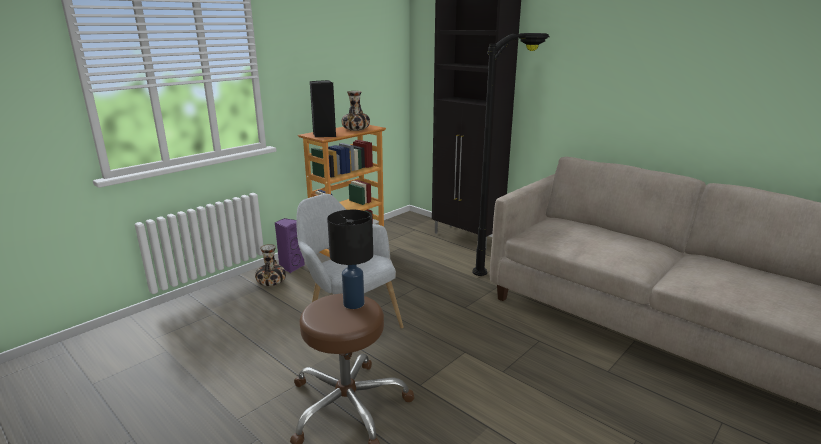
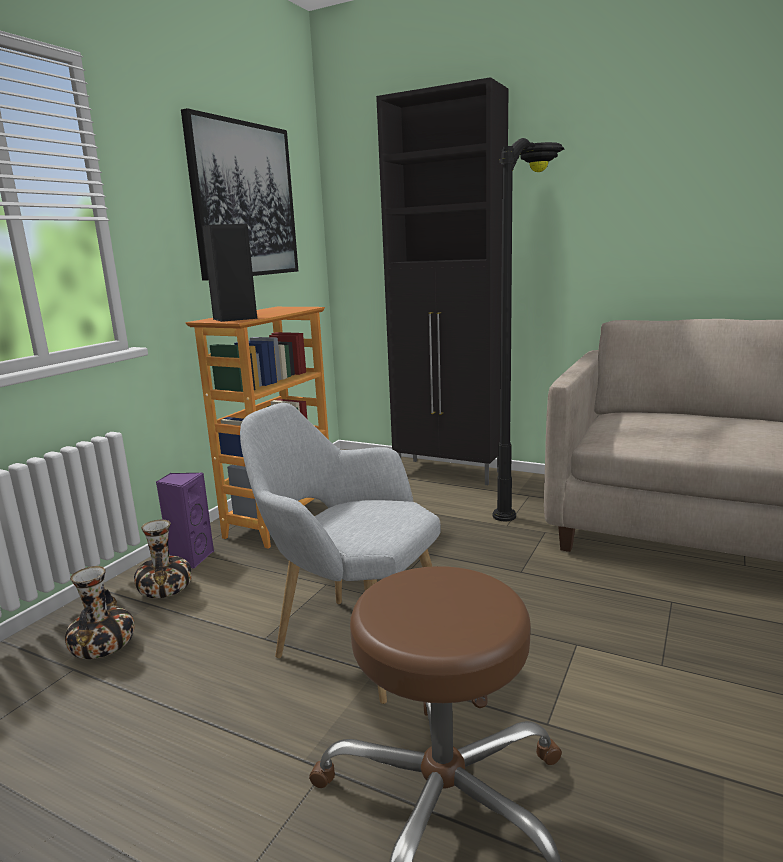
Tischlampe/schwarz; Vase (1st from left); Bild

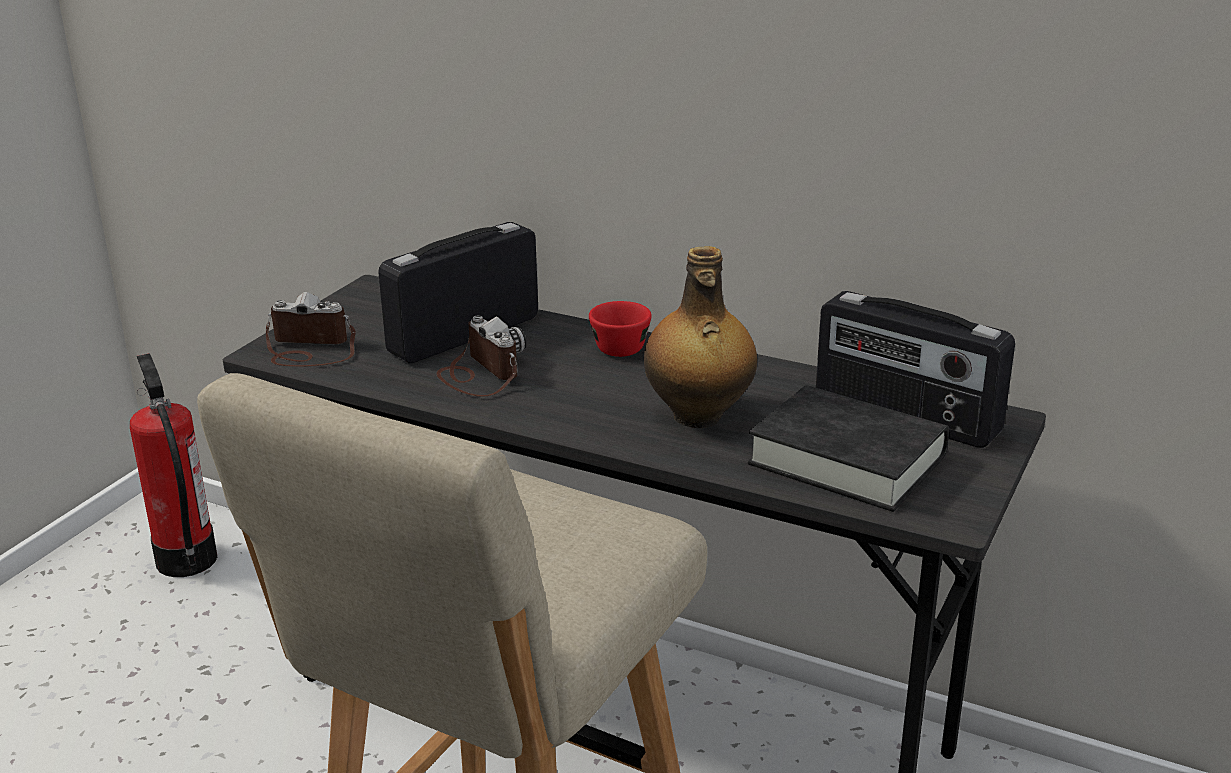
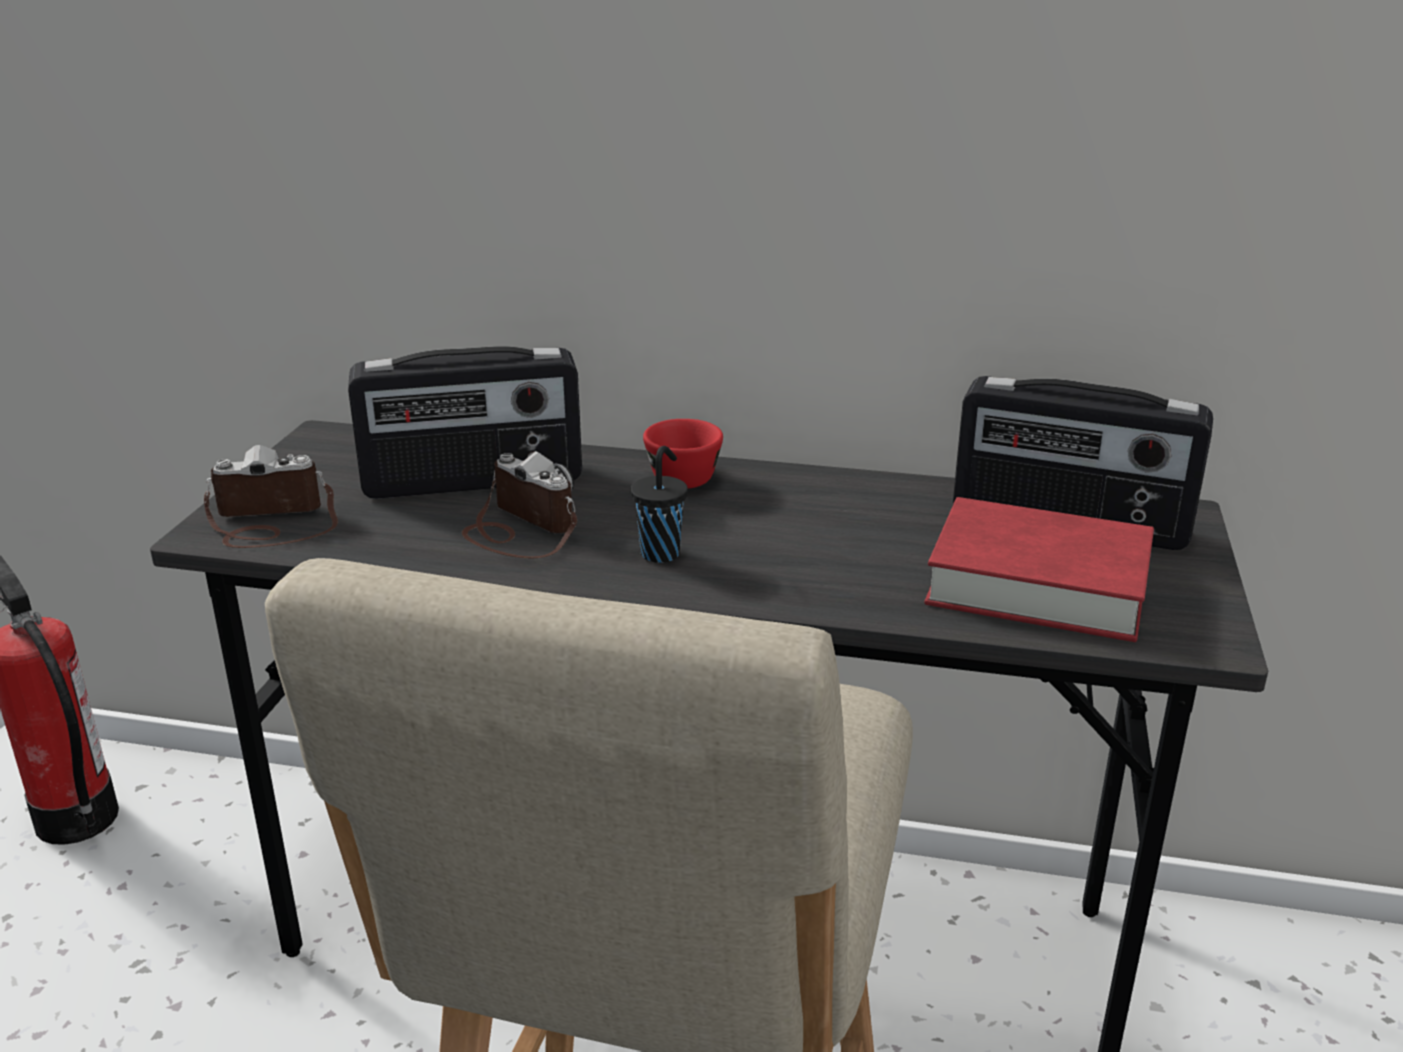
Radio (1st from left); Flasche; Buch/rot; Tasse/schwarz

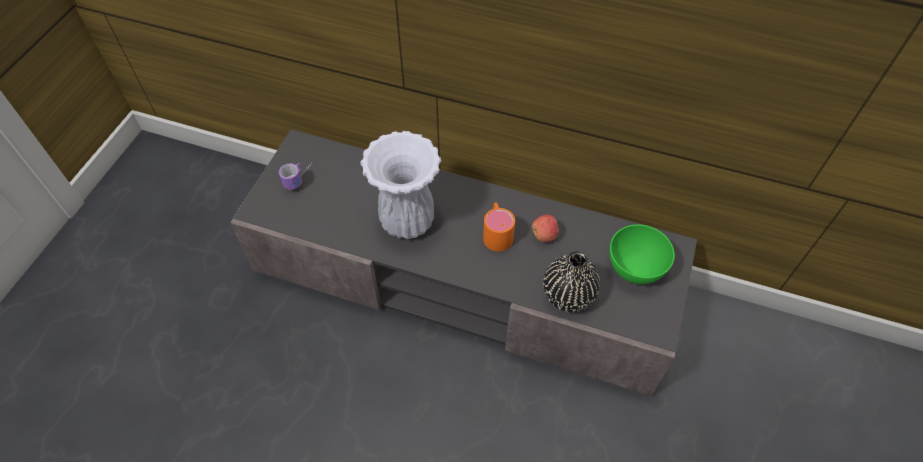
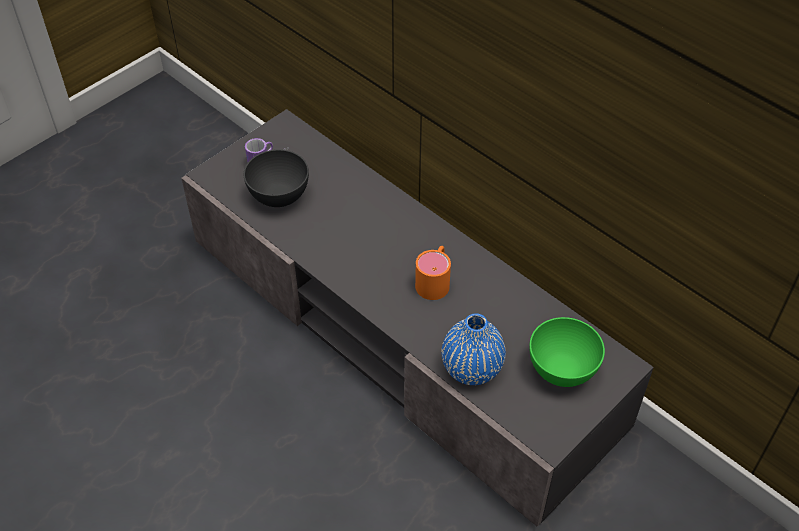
Vase/weiß; Apfel; Vase/blau; Schüssel/grau

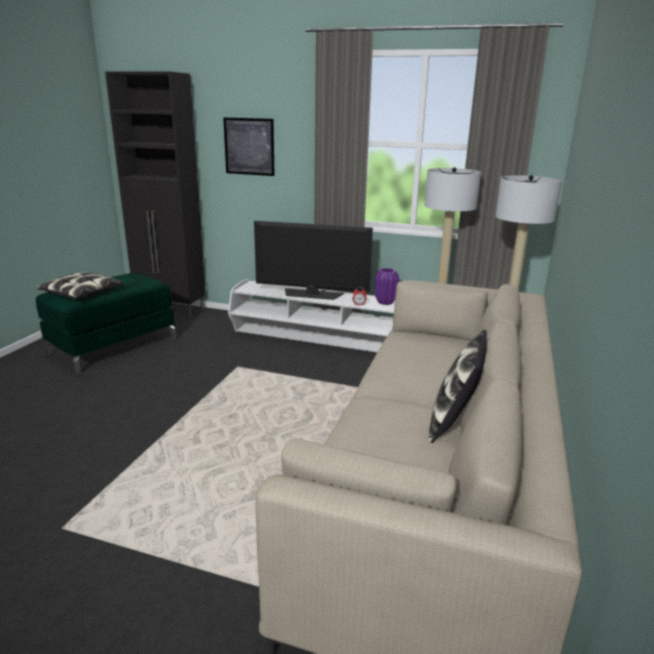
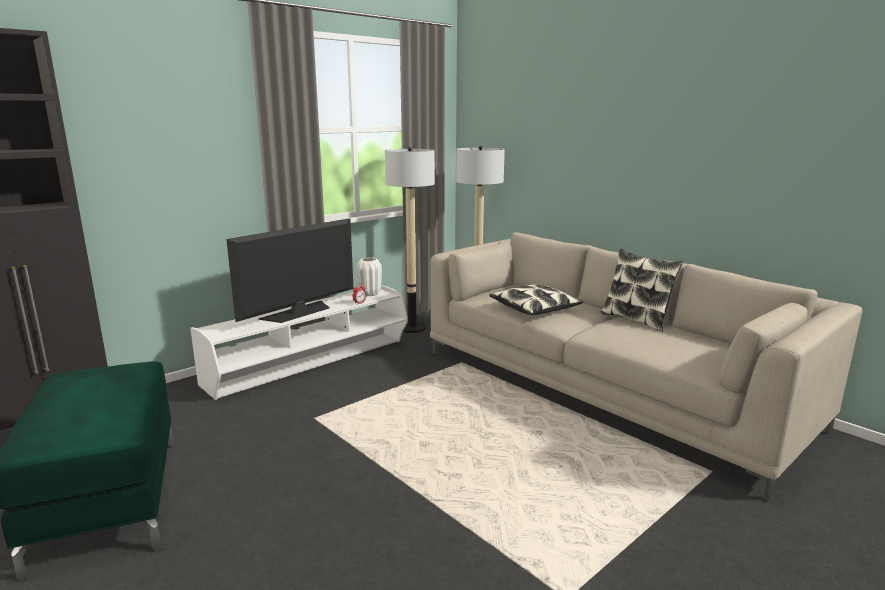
Kissen (1st from left); Bild; Vase/weiß

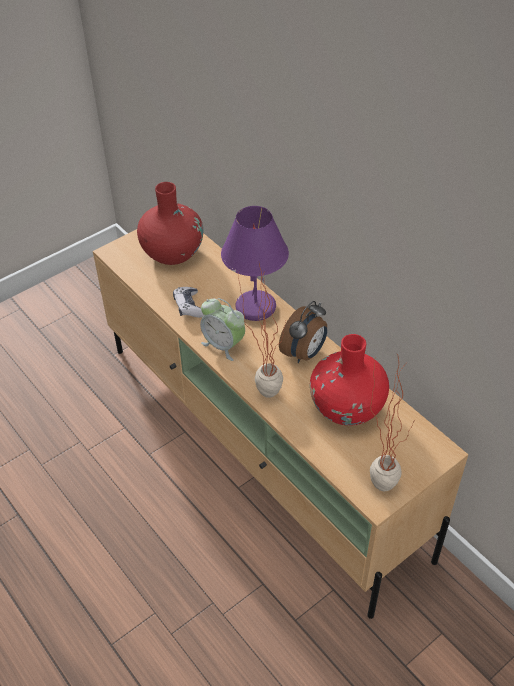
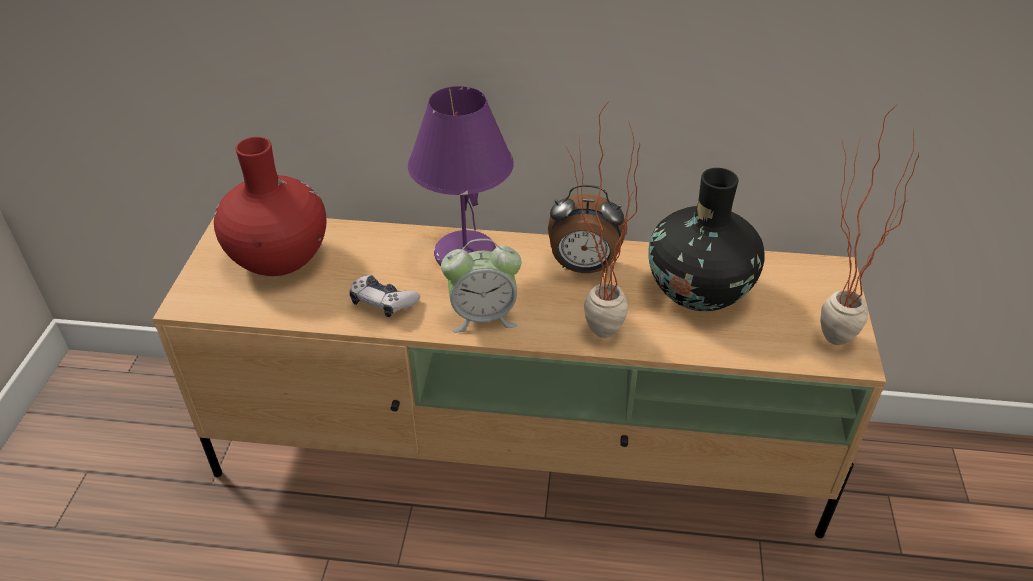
Wecker (2nd from left); Vase/schwarz

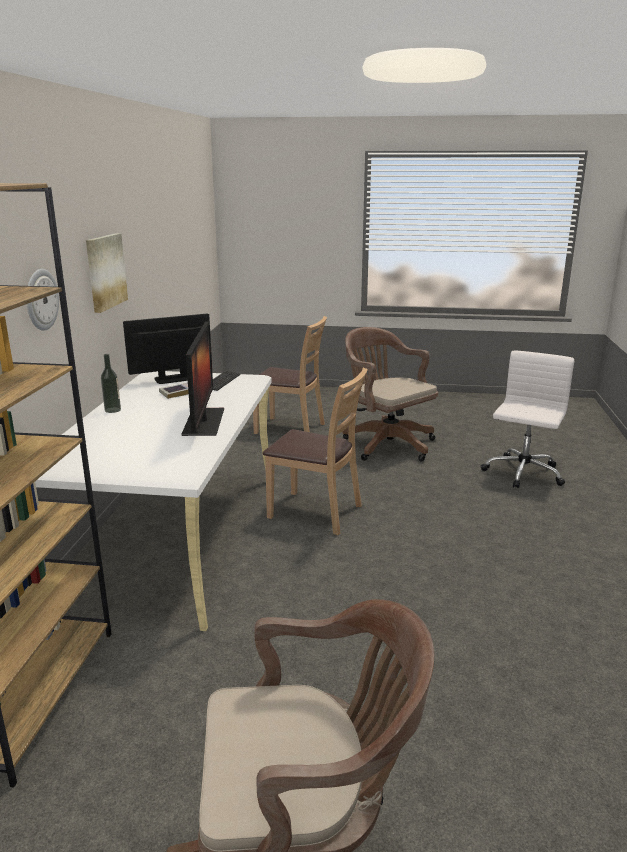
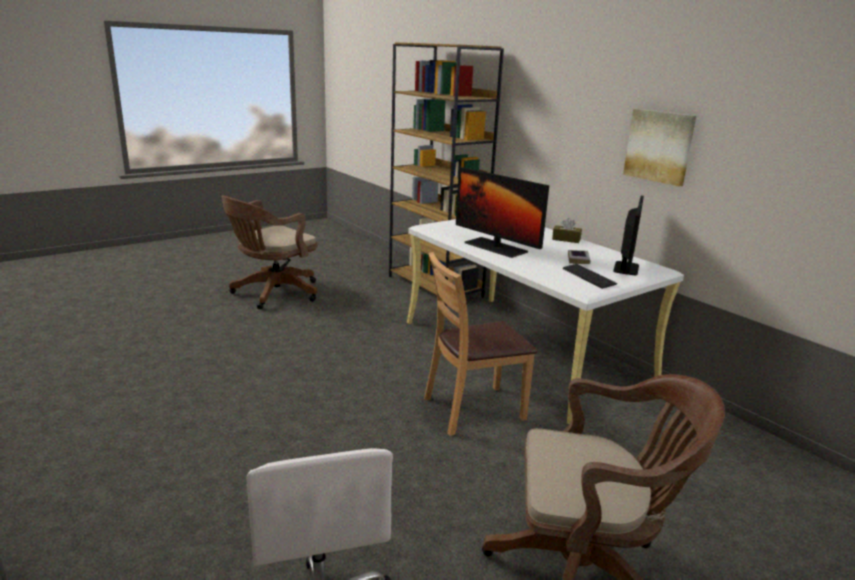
Wanduhr; Taschentuchbox/braun; Stuhl/braun (1st from left in the first image)

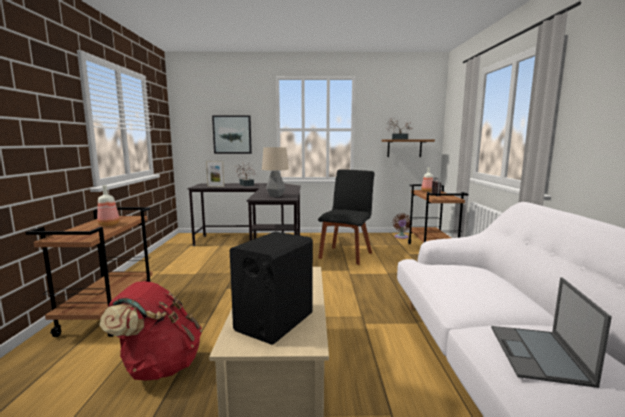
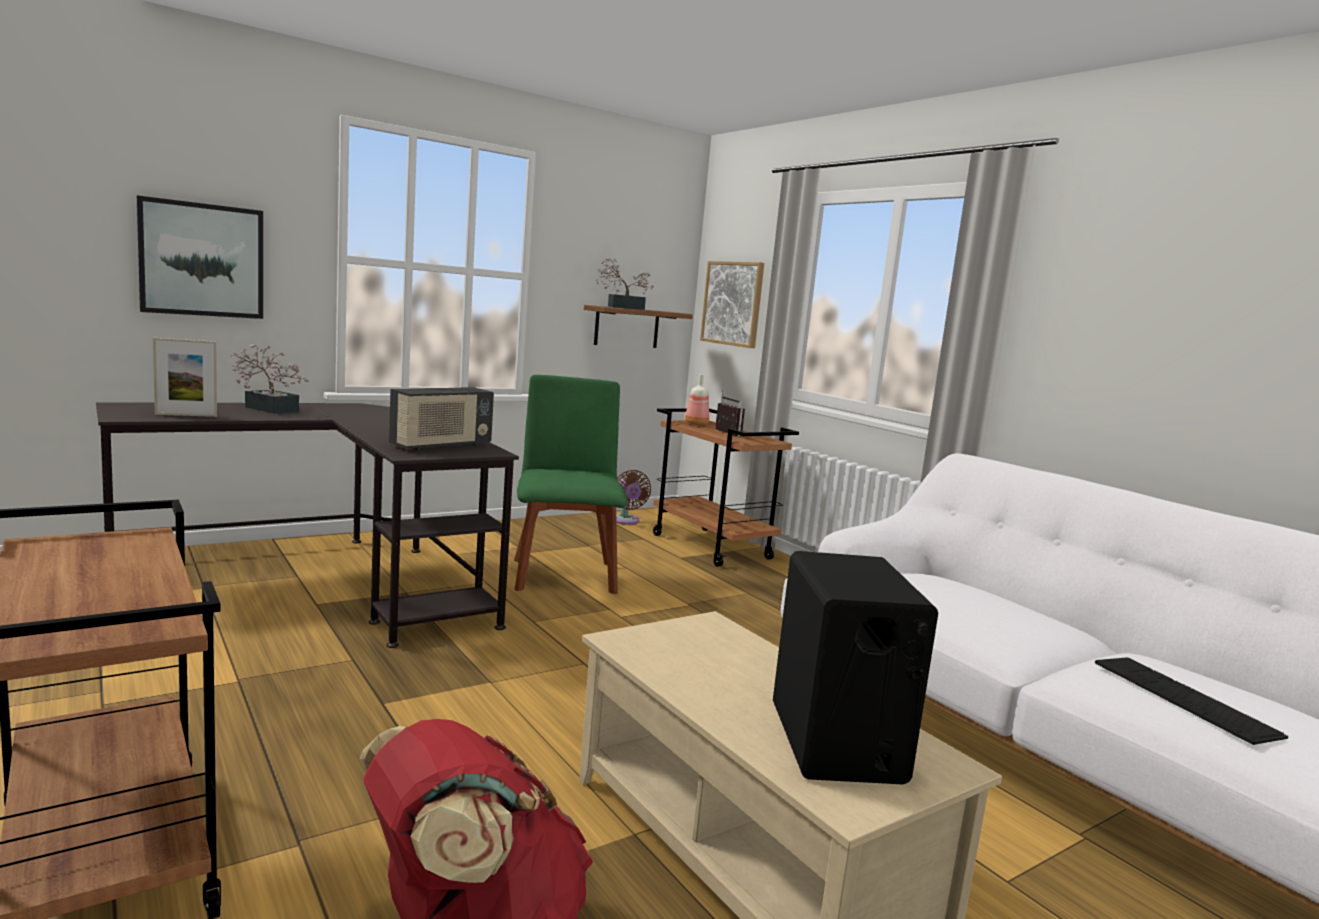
Flasche (1st from left in the first image); Radio (1st from left); Stuhl/grün; Tastatur; Bild (2nd from left)

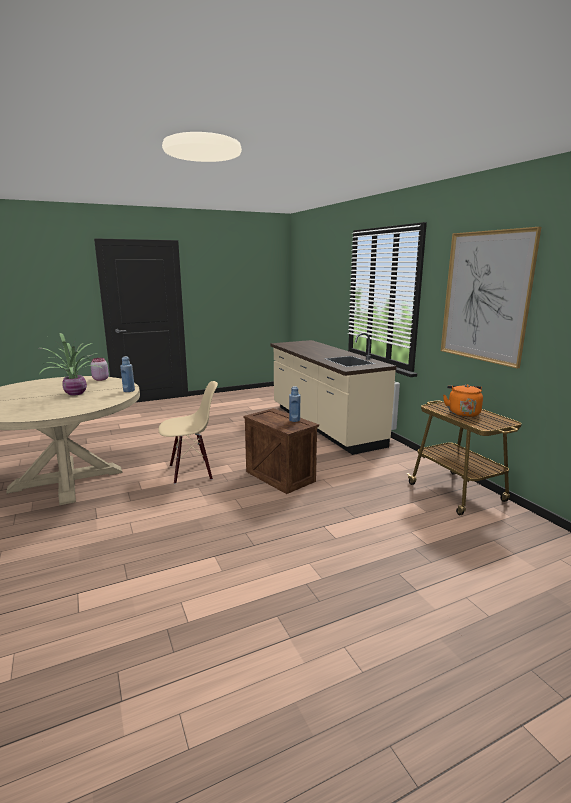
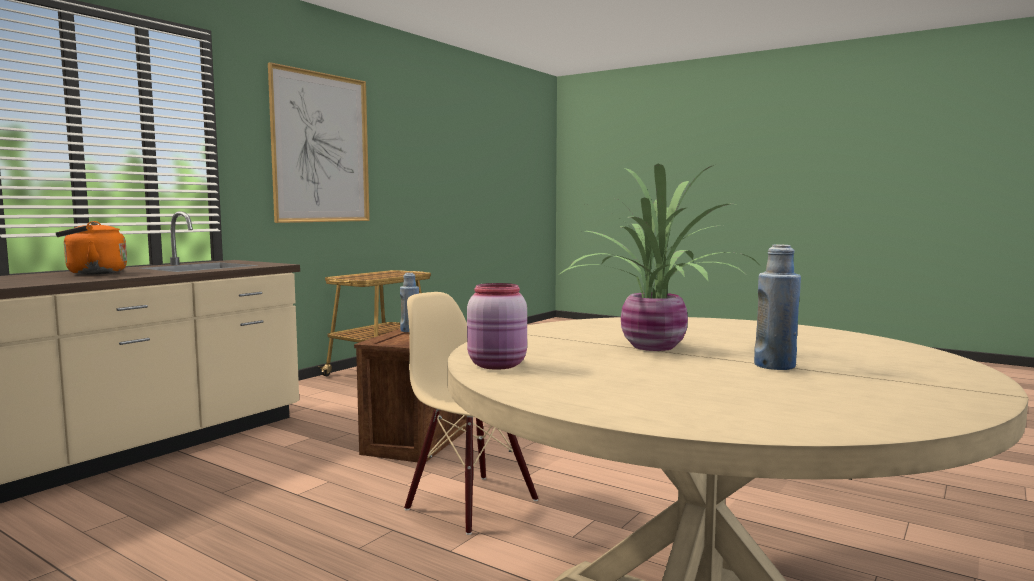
Flasche/blau (2nd from left); Wasserkessel/orange

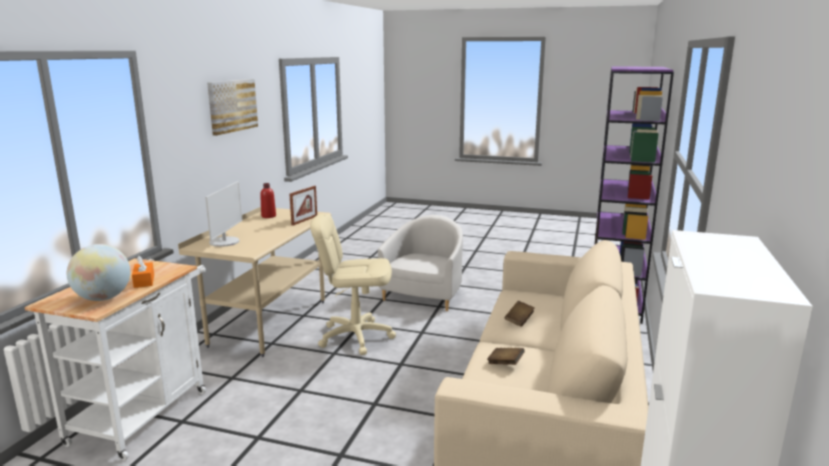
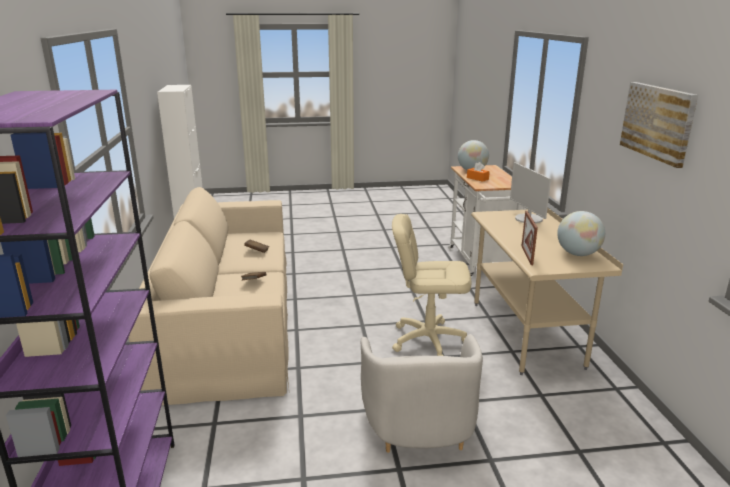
Globus (2nd from left); Bürostuhl/beige

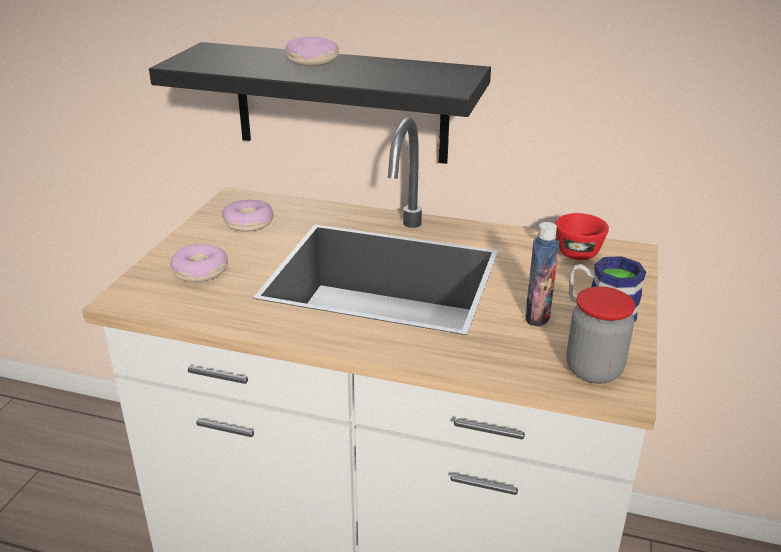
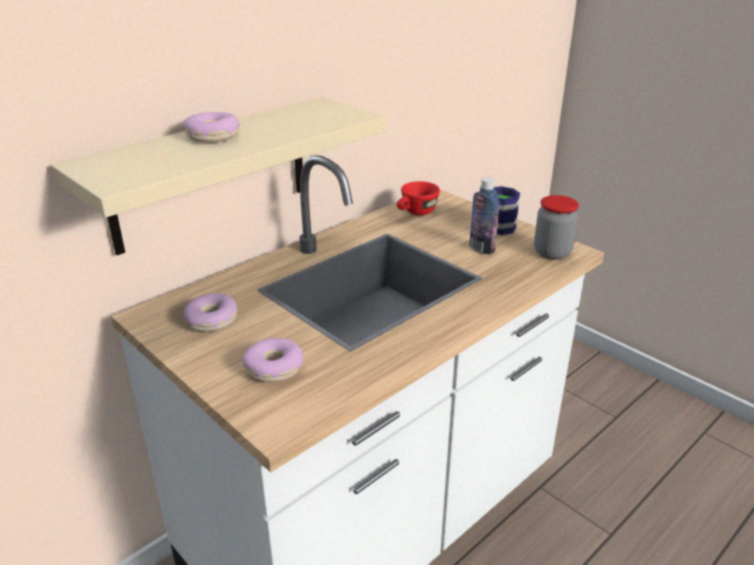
Wandregal/beige

